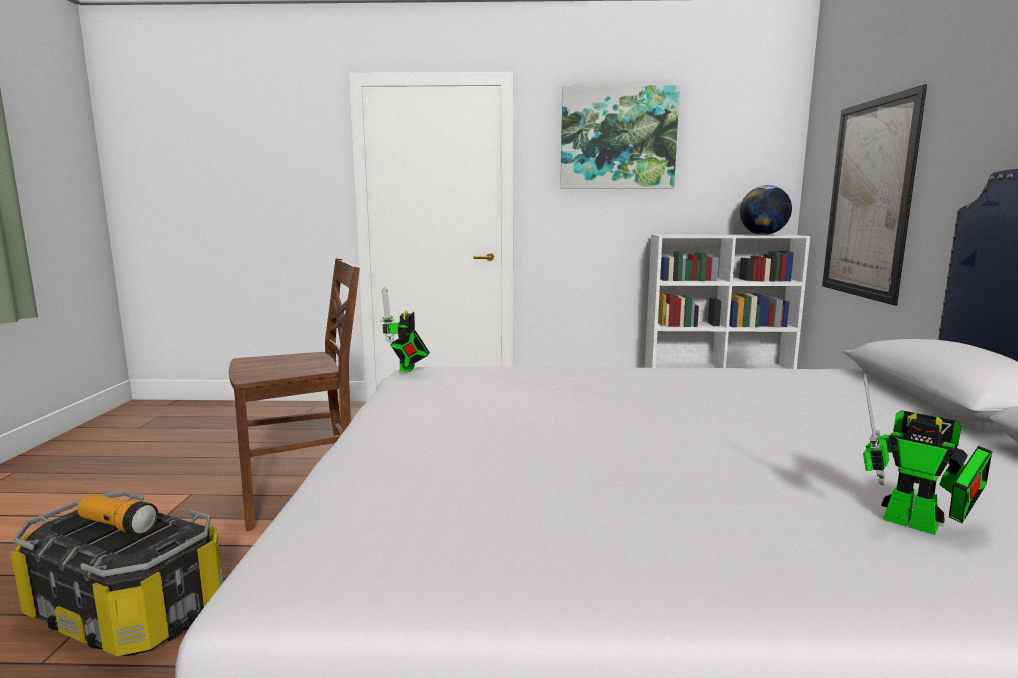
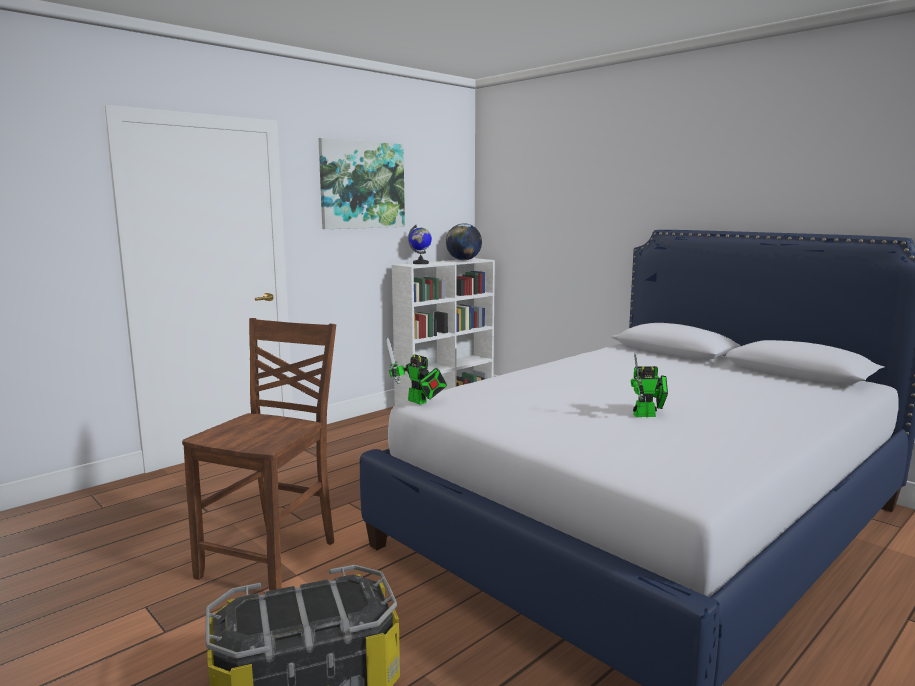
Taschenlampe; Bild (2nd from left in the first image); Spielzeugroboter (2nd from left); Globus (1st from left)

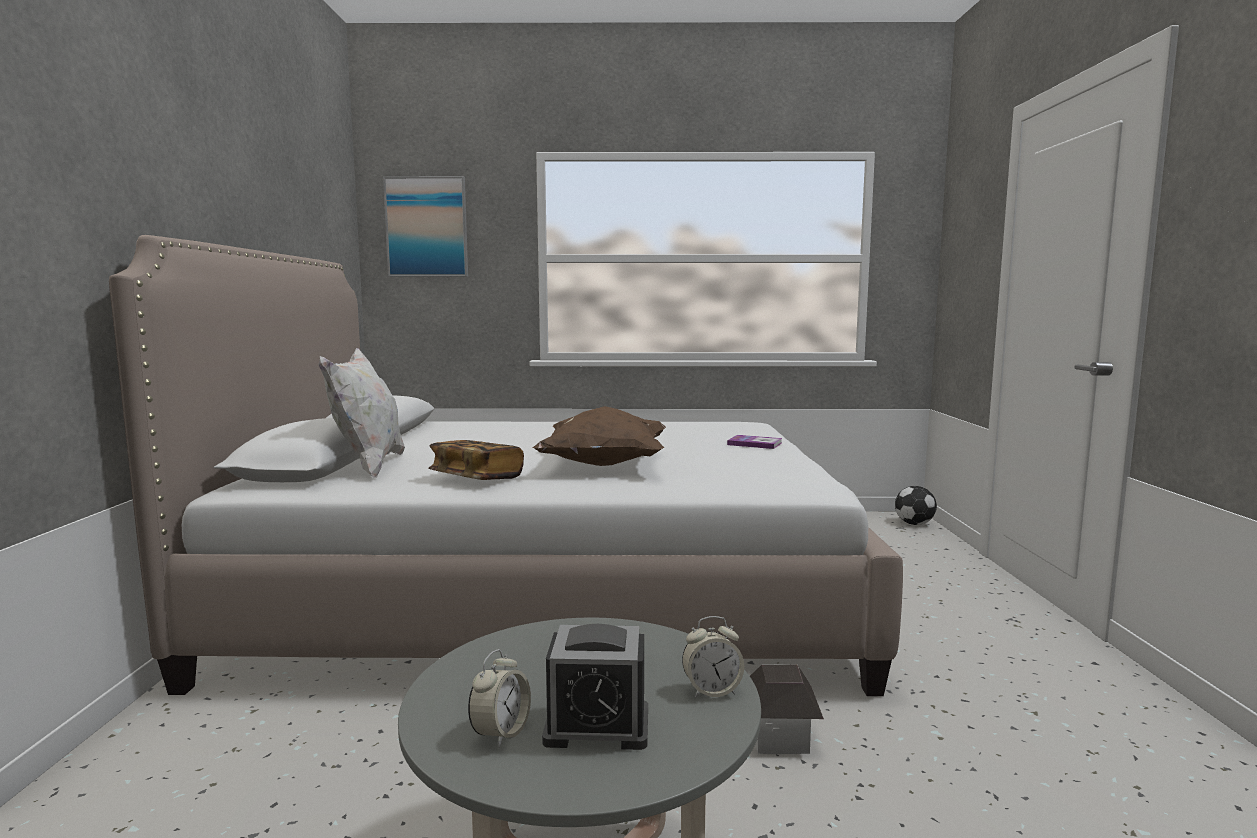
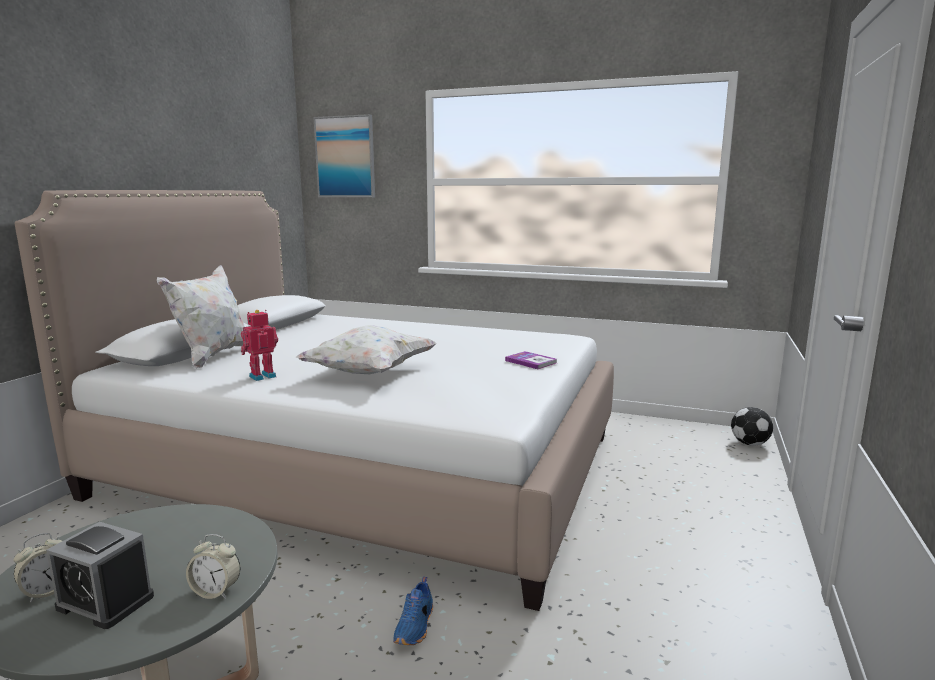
Spielzeugroboter; Kissen/weiß (2nd from left); Schuh/blau

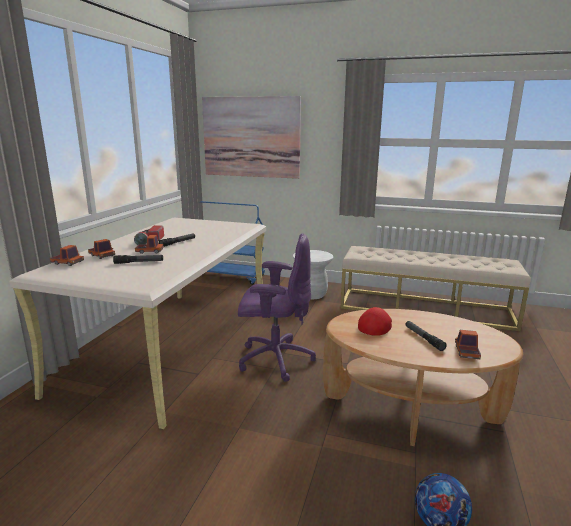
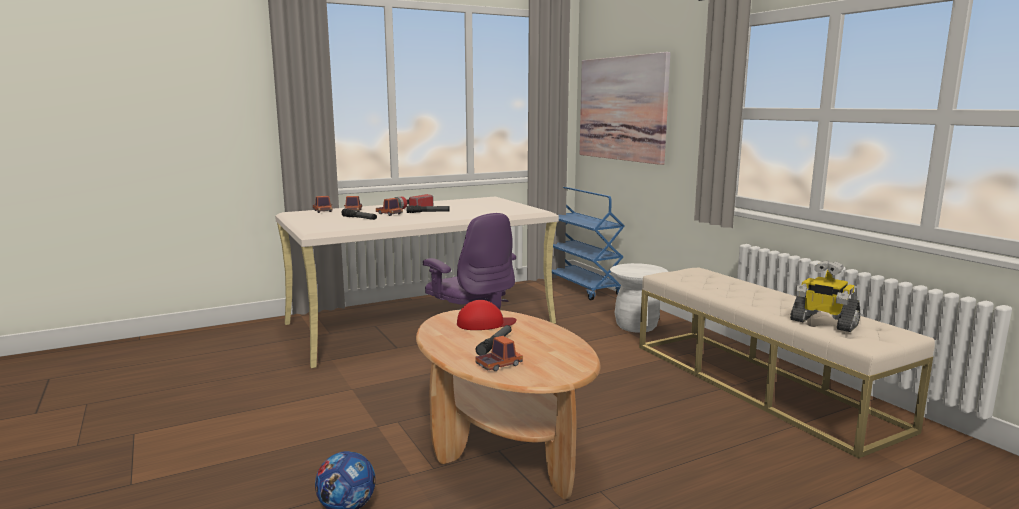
Spielzeugroboter

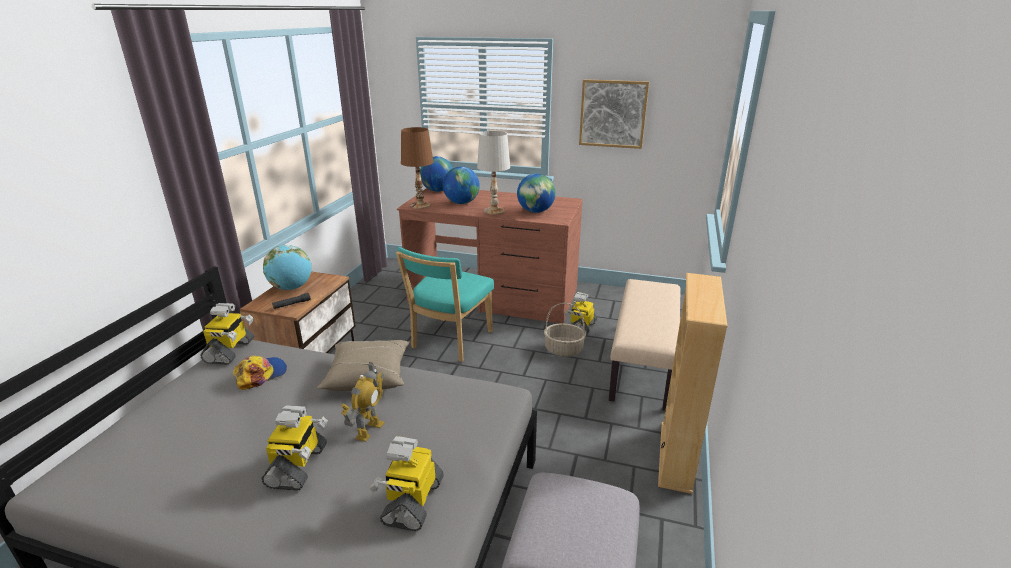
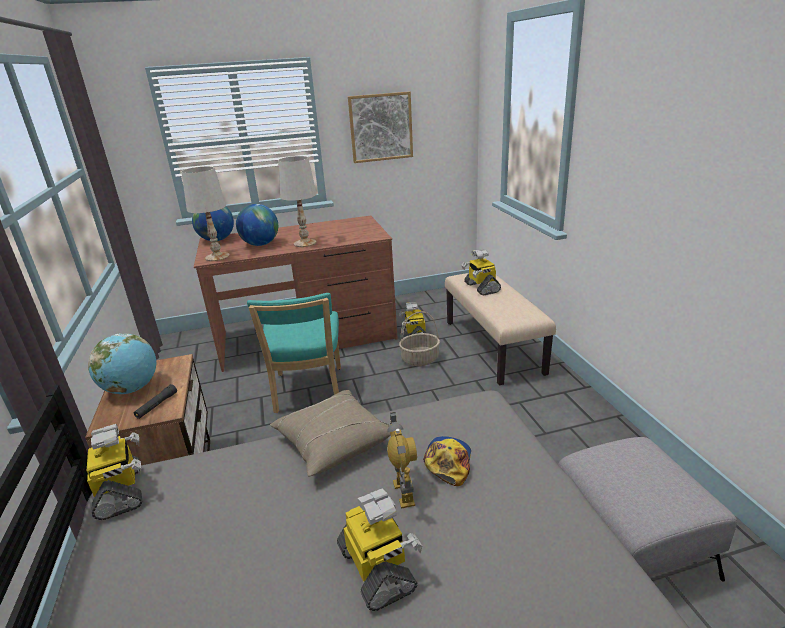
Kappe; Spielzeugroboter (5th from left); Tischlampe/weiß (1st from left); Globus (4th from left in the first image); Bücherregal/beige

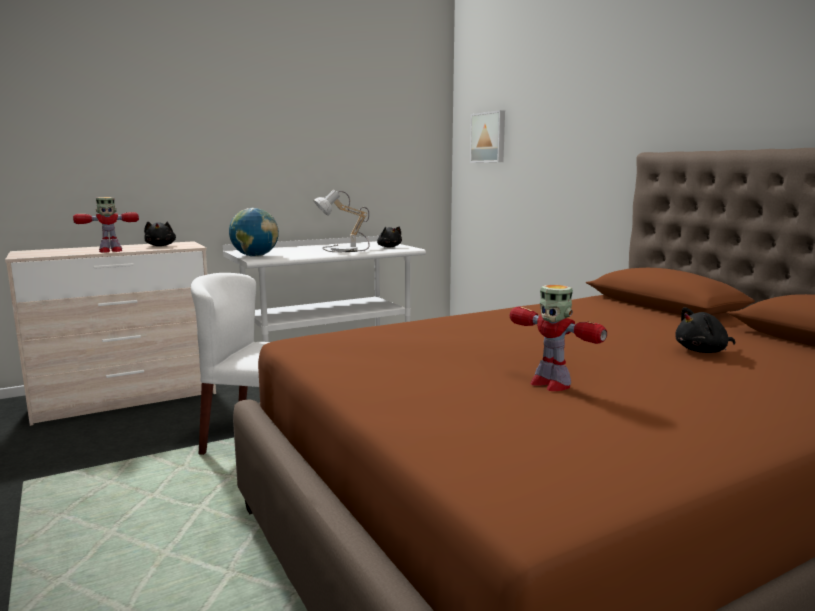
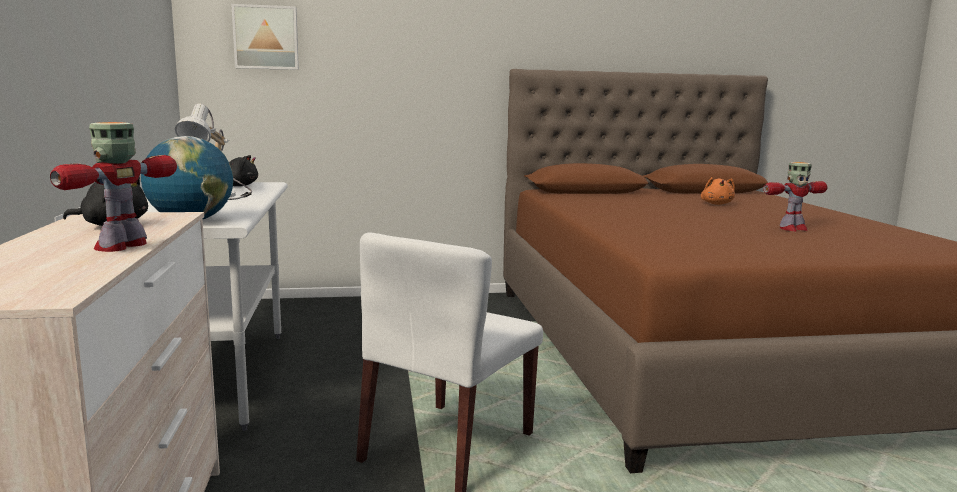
Spielzeugroboter (1st from left); Plüschtier/orange

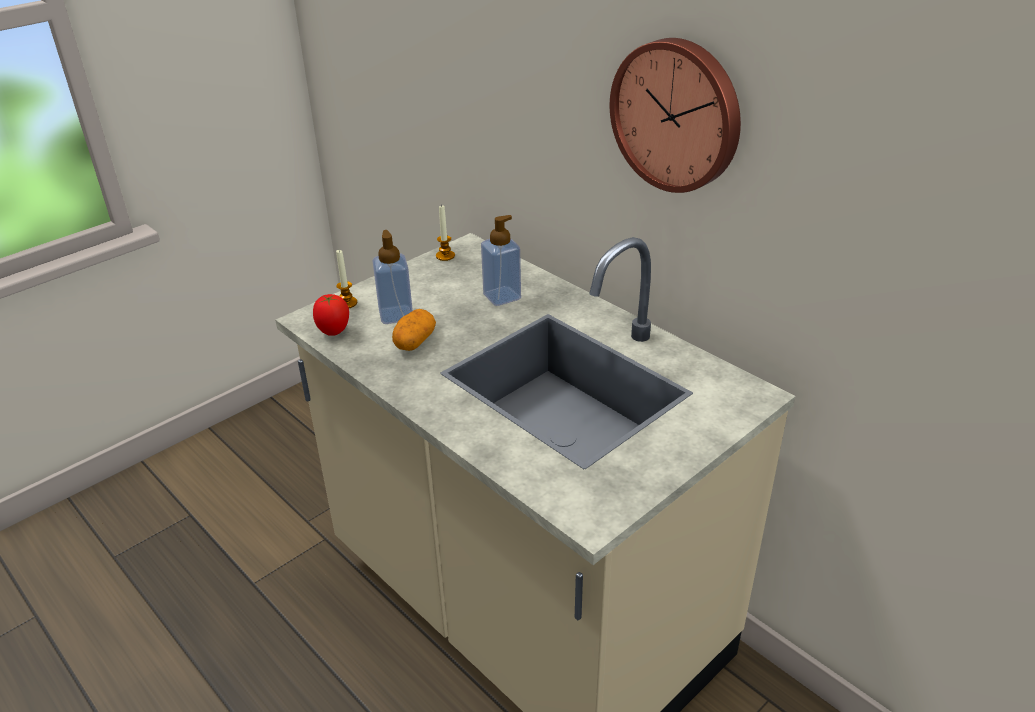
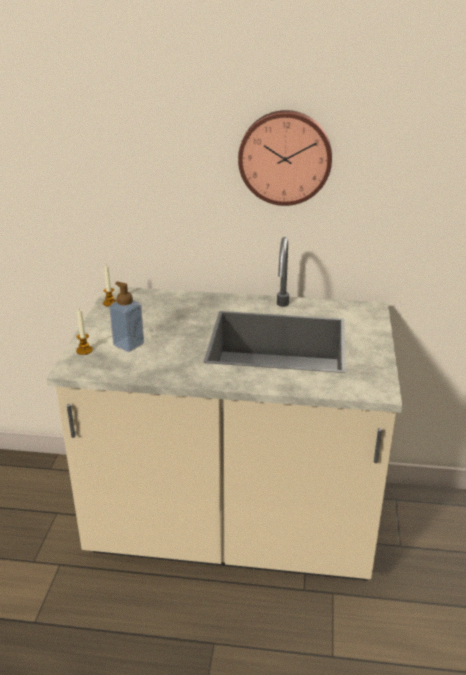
Tomate; Kartoffel; Seifenspender (2nd from left in the first image)

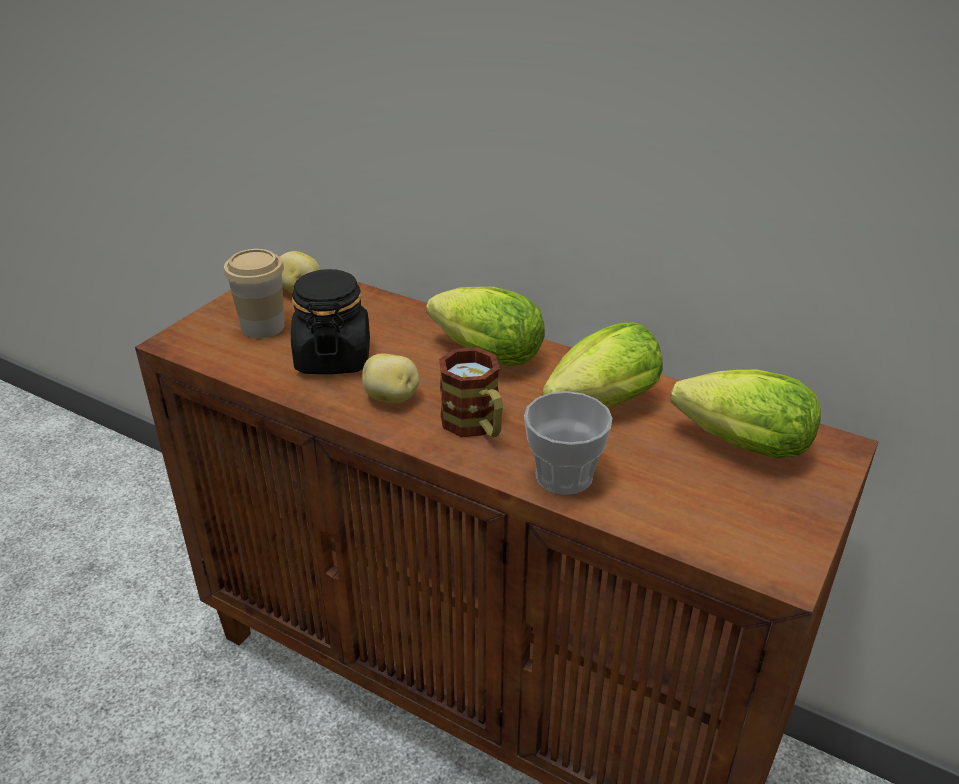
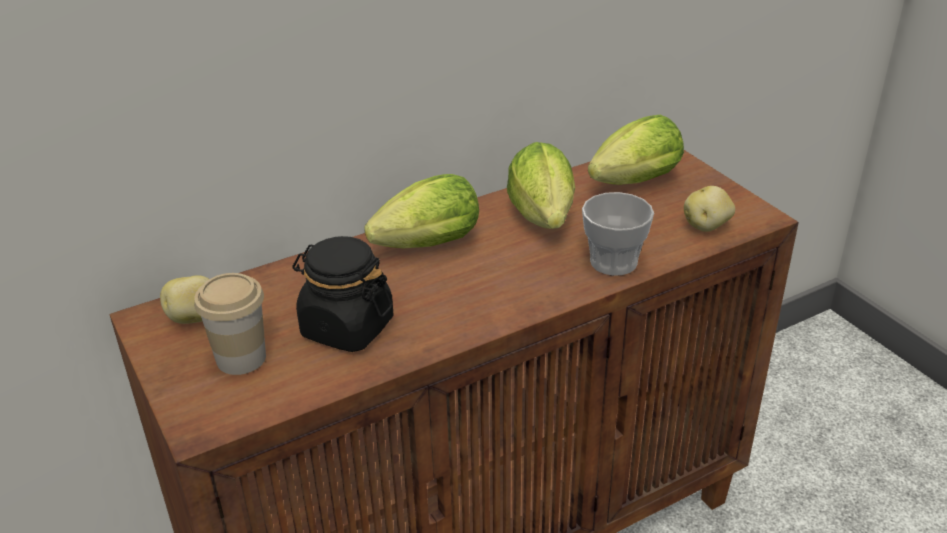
Kartoffel (2nd from left); Henkelbecher

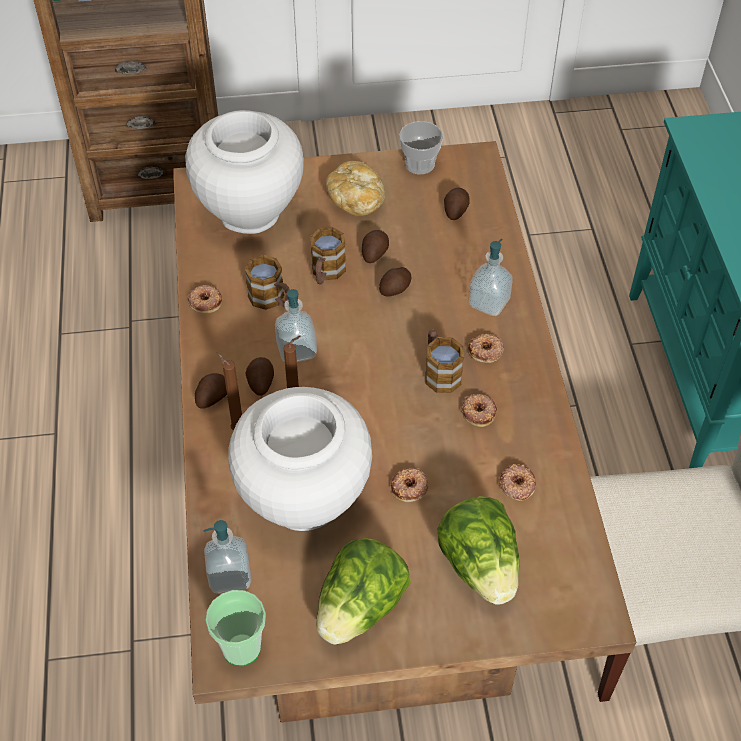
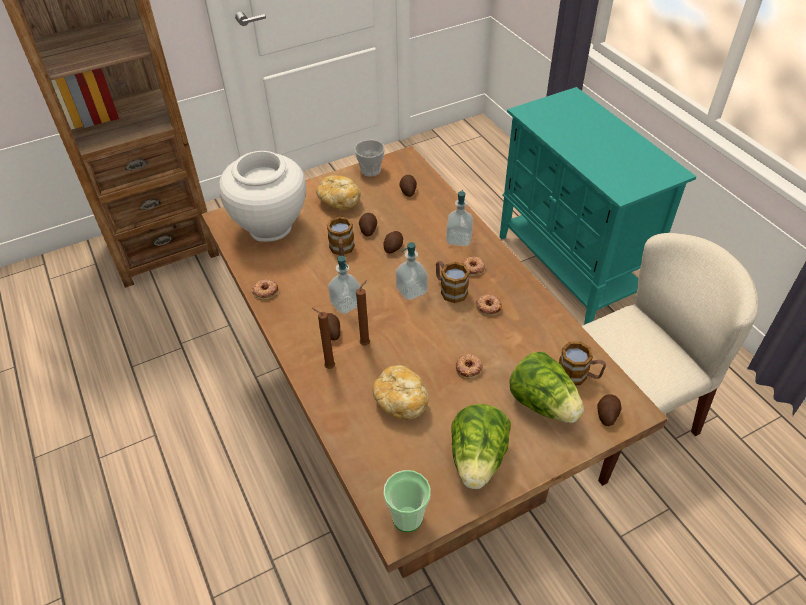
Kartoffel (5th from left); Seifenspender (2nd from left); Brot (2nd from left); Henkelbecher (3rd from left); Donut (5th from left in the first image)

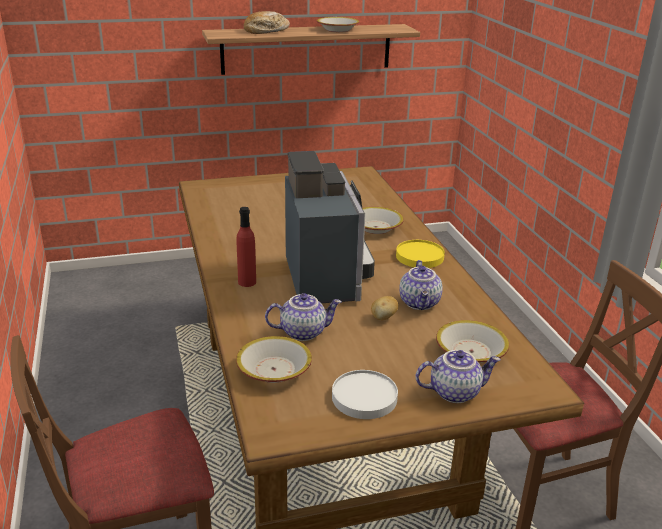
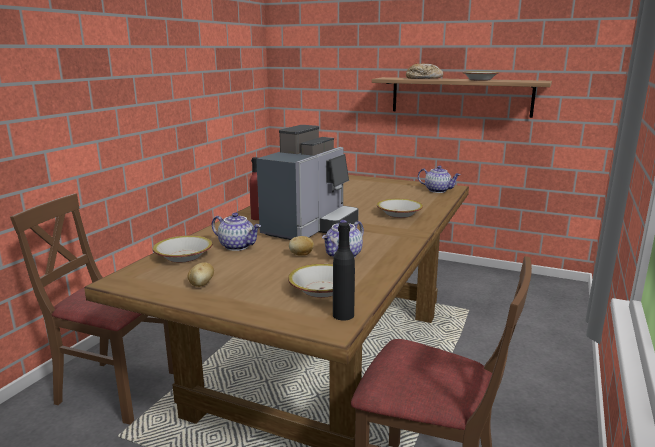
Kartoffel (1st from left); Teller/gelb; Teekanne (3rd from left); Flasche/schwarz

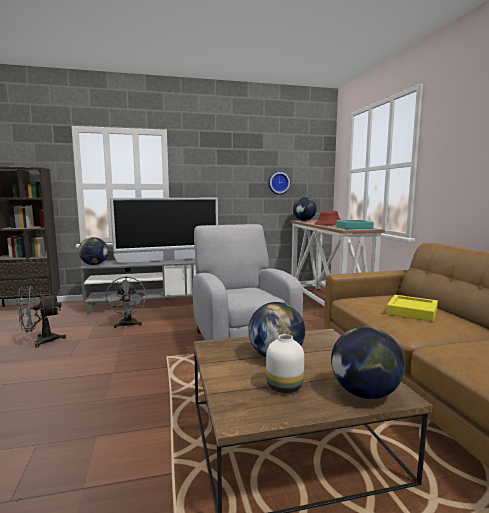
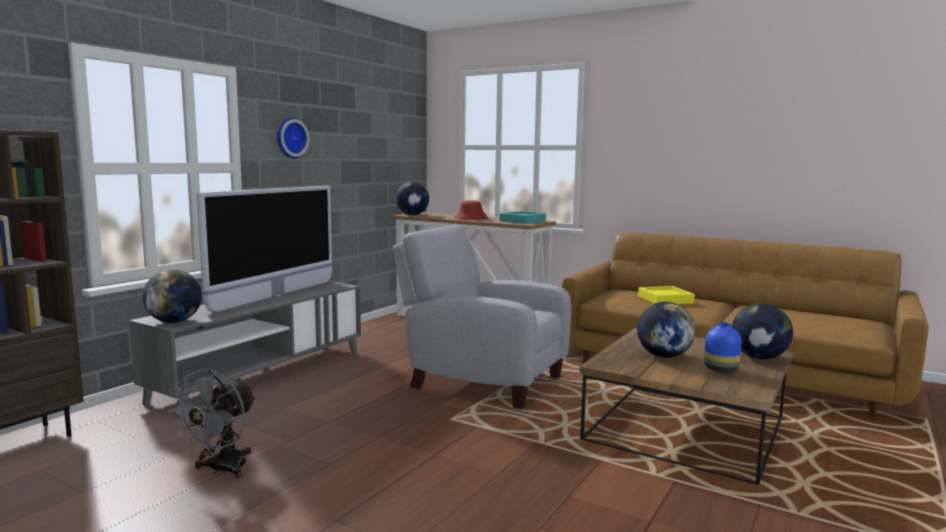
Ventilator/grau (2nd from left in the first image); Vase/blau; Wanduhr

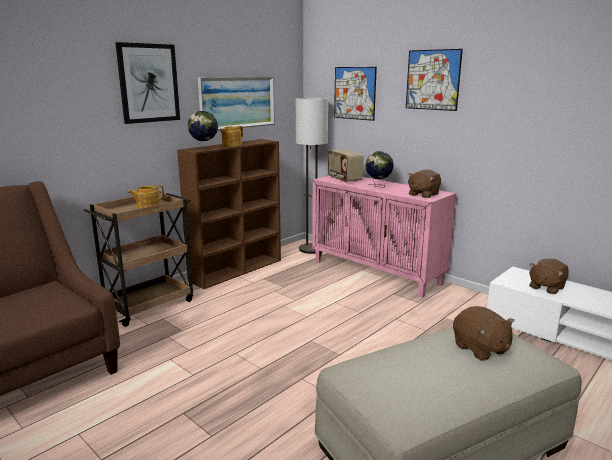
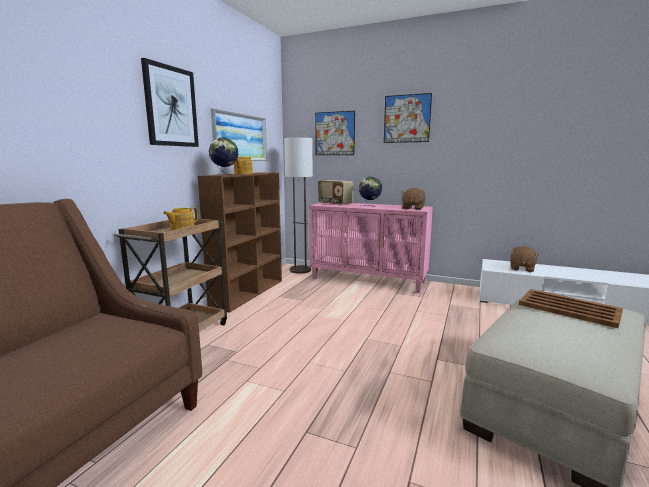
Tablett/braun

